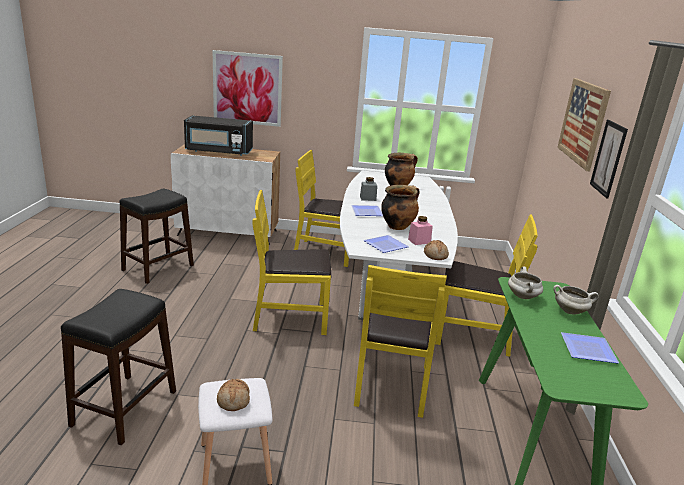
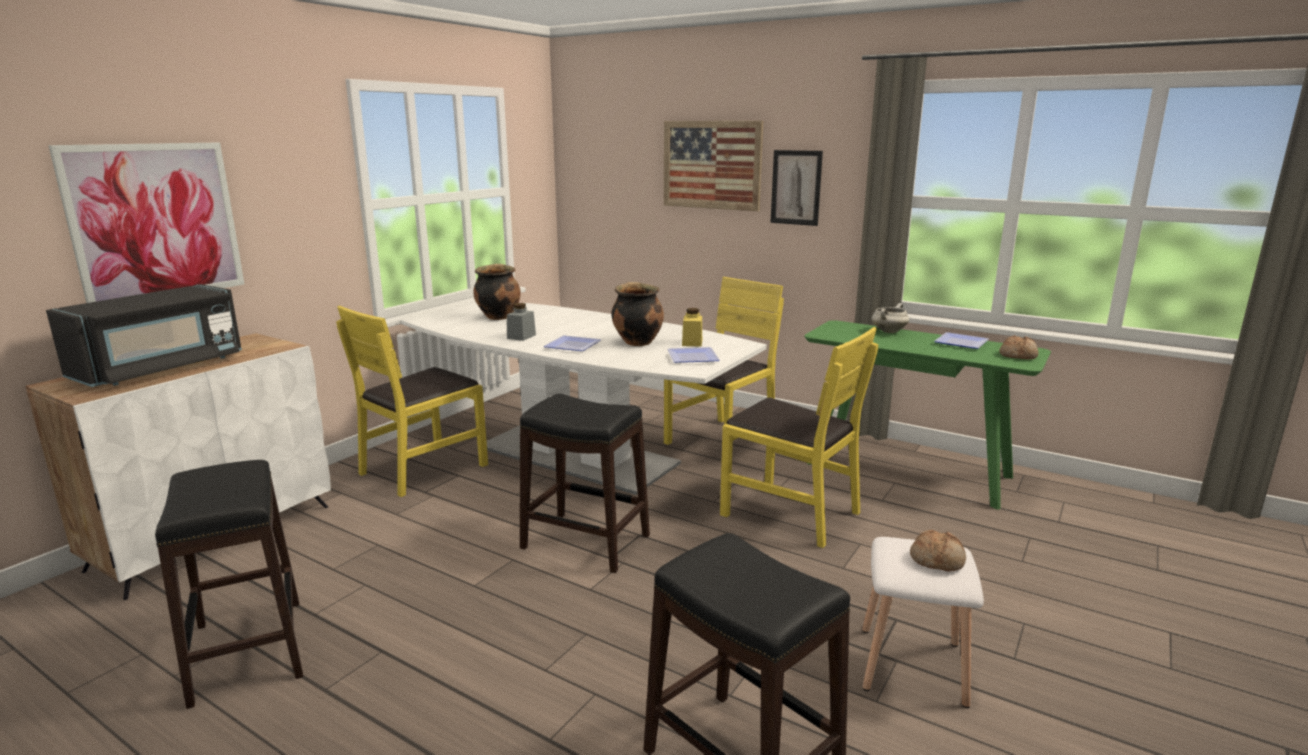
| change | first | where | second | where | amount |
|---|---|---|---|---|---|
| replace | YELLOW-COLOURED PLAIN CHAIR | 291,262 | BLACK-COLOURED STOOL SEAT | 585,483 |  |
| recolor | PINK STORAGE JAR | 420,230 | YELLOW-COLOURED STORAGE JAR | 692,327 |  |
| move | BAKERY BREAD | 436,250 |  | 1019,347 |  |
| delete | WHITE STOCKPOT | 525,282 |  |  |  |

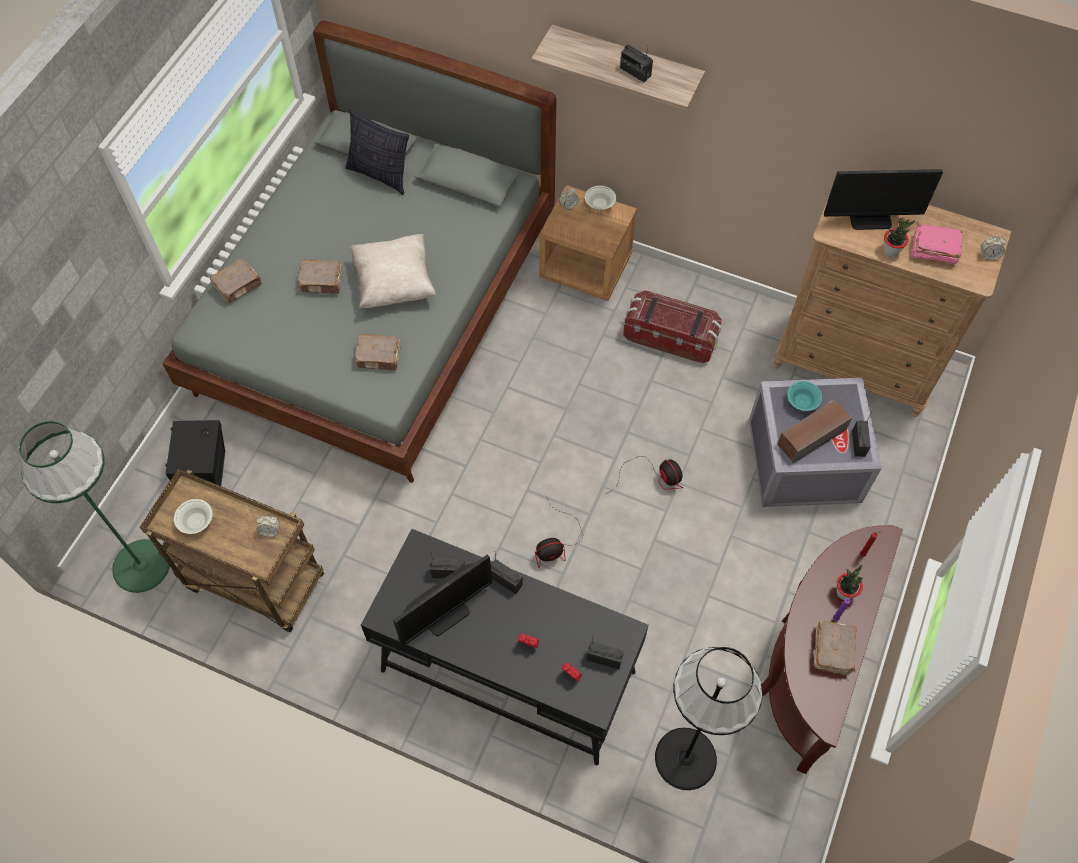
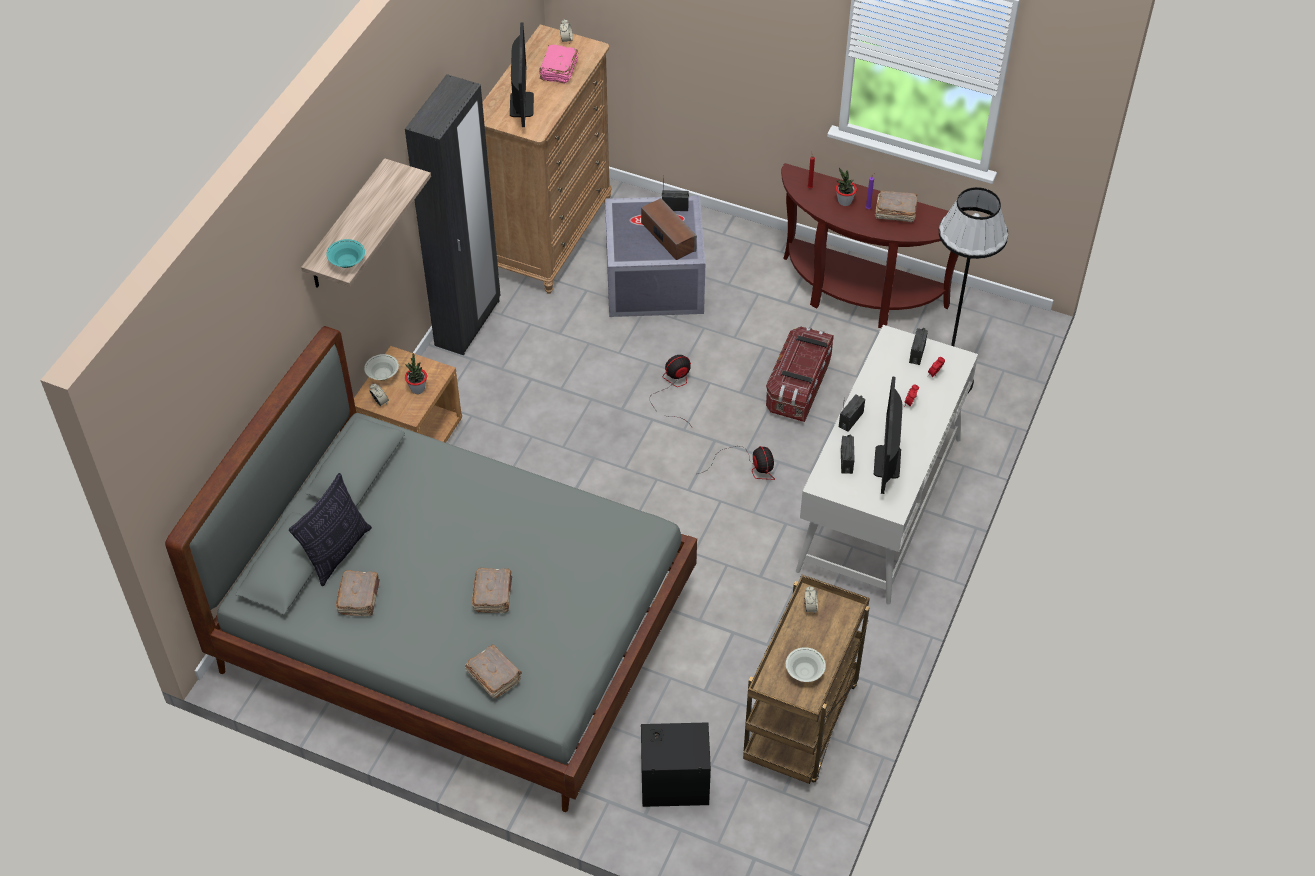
| change | first | where | second | where | amount |
|---|---|---|---|---|---|
| delete | GREEN STANDARD LAMP | 94,507 |  |  |  |
| delete | SAND-COLOURED PILLOW | 392,271 |  |  |  |
| move | BROWN-COLOURED VOLUME | 377,352 |  | 358,593 |  |
| recolor | BLACK-COLOURED DESK | 505,647 | WHITE DESK | 887,465 |  |
| rotate | COMPUTER SCREEN | 442,600 |  | 888,435 | 135 degrees counterclockwise |
| delete | RADIO RECEIVER | 636,63 |  |  |  |
| move | STORAGE BIN | 672,327 |  | 800,374 |  |
| move | TURQUOISE-COLOURED DEEP DISH | 804,396 |  | 345,253 |  |
| move | POTTED PLANT | 899,237 |  | 416,373 |  |
| insert |  |  | BLACK-COLOURED WARDROBE | 452,214 |  |

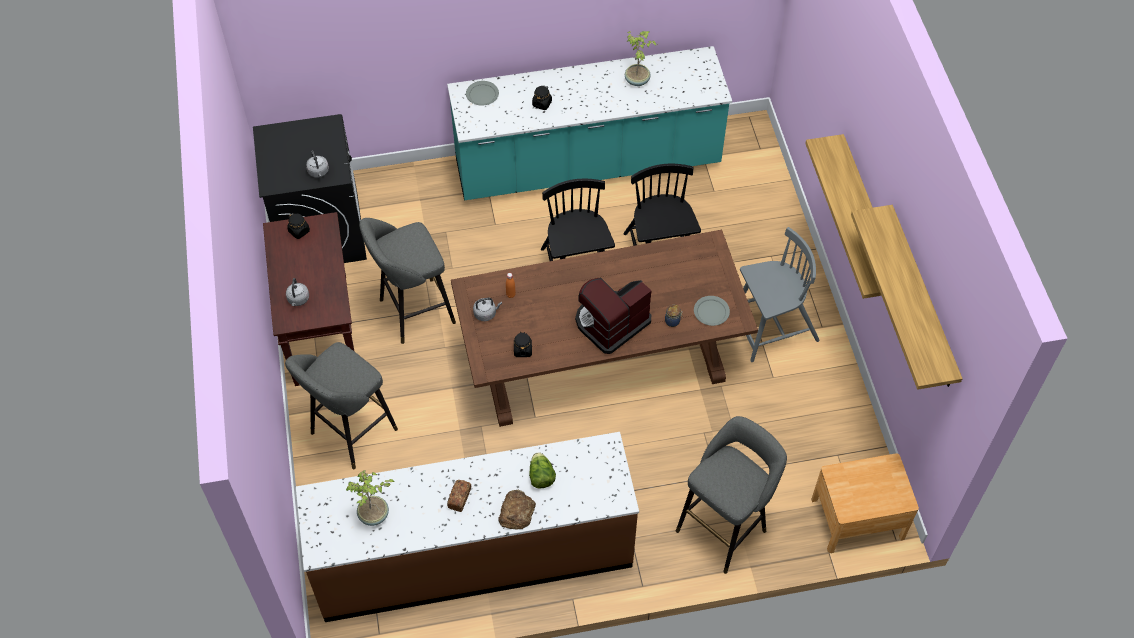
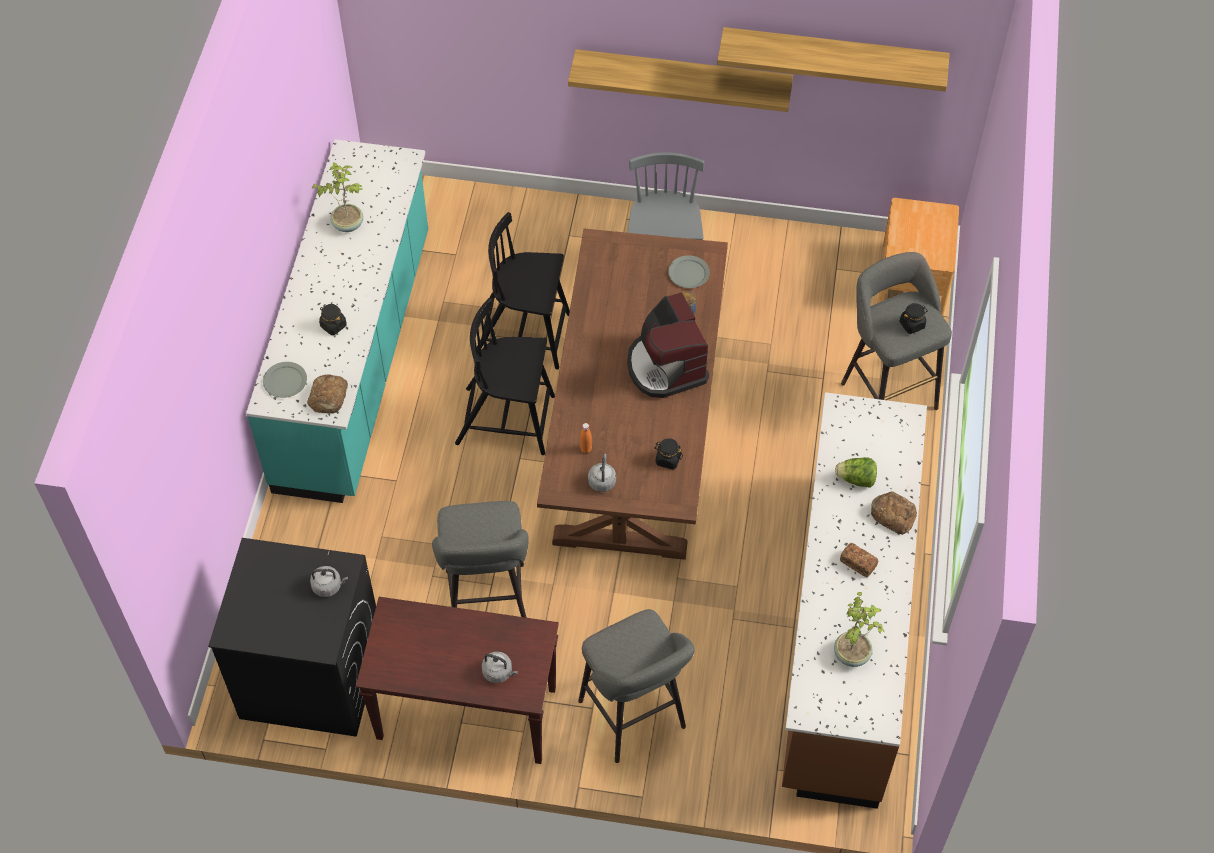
| change | first | where | second | where | amount |
|---|---|---|---|---|---|
| move | BLACK-COLOURED STORAGE JAR | 298,226 |  | 913,318 |  |
| insert |  |  | BAKERY BREAD | 327,394 |  |

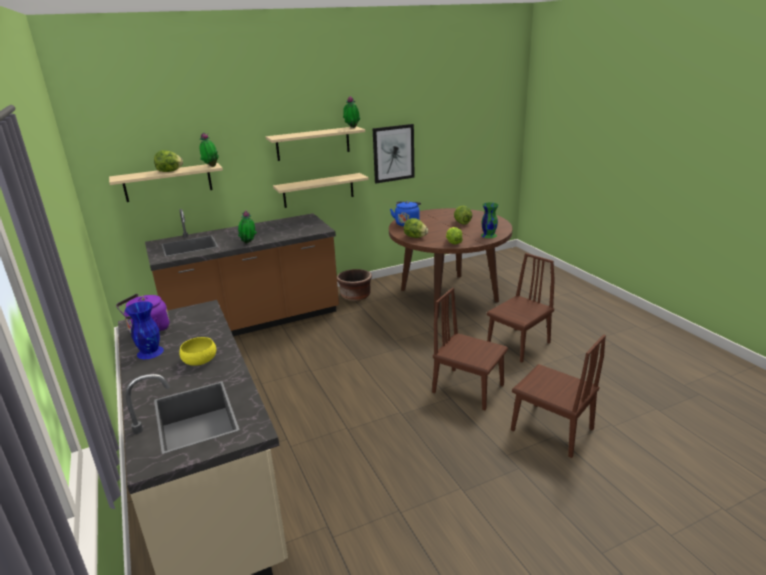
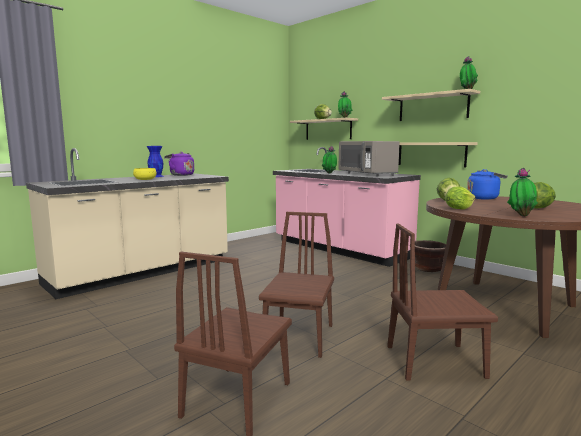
| change | first | where | second | where | amount |
|---|---|---|---|---|---|
| recolor | BROWN-COLOURED KITCHEN BASE UNIT | 242,272 | PINK KITCHEN BASE UNIT | 347,207 |  |
| delete | WALL ART | 394,153 |  |  |  |
| replace | GREEN VASE | 490,220 | POTTED PLANT | 522,192 |  |
| rotate | BROWN-COLOURED PLAIN CHAIR | 521,308 |  | 442,302 | 150 degrees clockwise |
| insert |  |  | GRAY KITCHEN MICROWAVE | 369,159 |  |

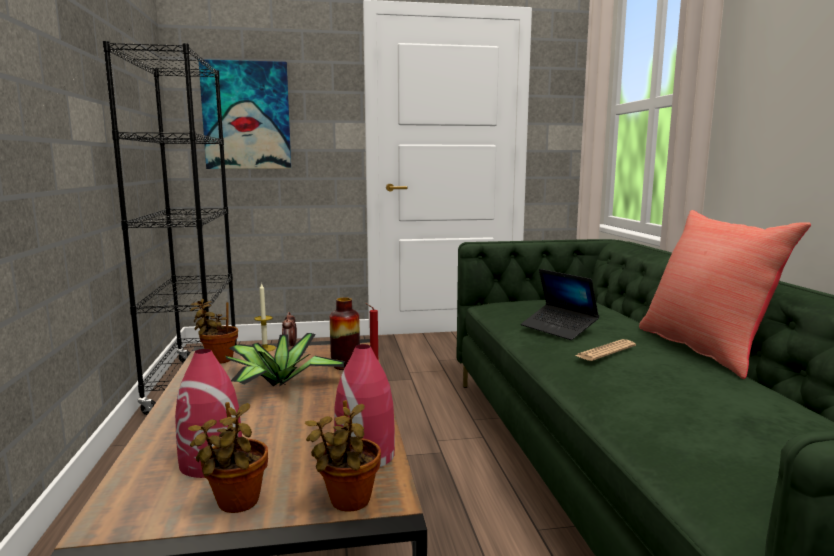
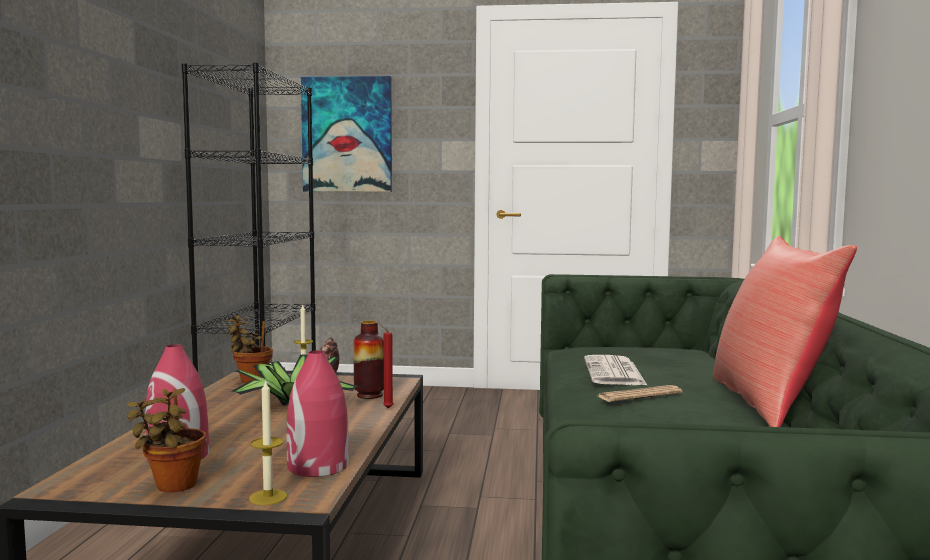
| change | first | where | second | where | amount |
|---|---|---|---|---|---|
| replace | POTTED PLANT | 343,456 | CANDLE | 268,442 |  |
| replace | LAPTOP | 560,304 | NEWSPAPER | 616,370 |  |

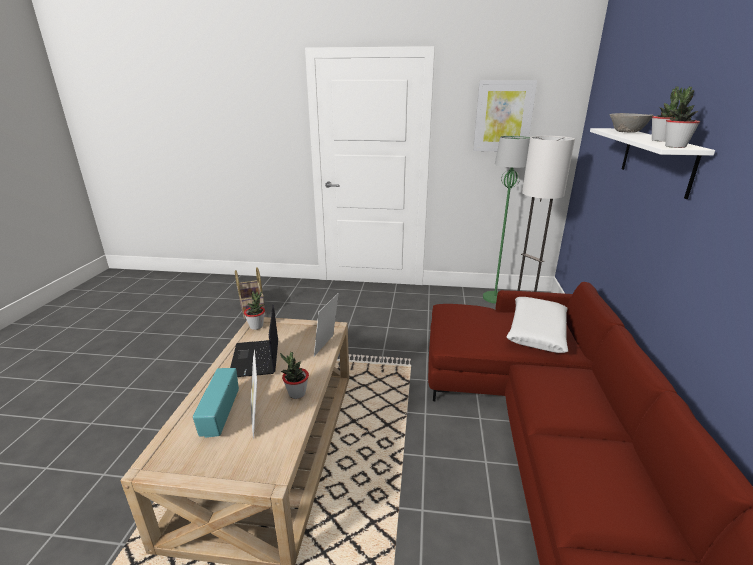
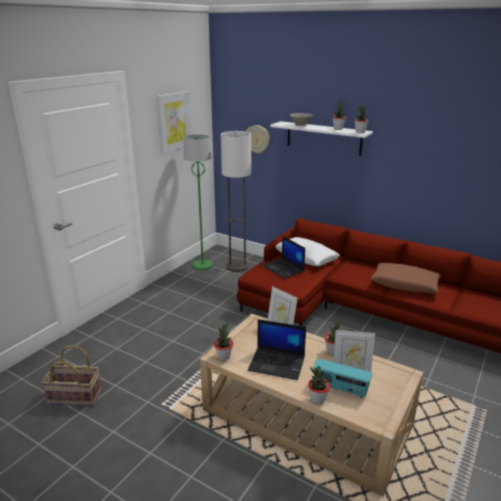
| change | first | where | second | where | amount |
|---|---|---|---|---|---|
| insert |  |  | HANGING CLOCK | 258,139 |  |
| insert |  |  | LAPTOP | 283,257 |  |
| insert |  |  | POTTED PLANT | 319,385 |  |
| insert |  |  | BROWN-COLOURED PILLOW | 406,278 |  |

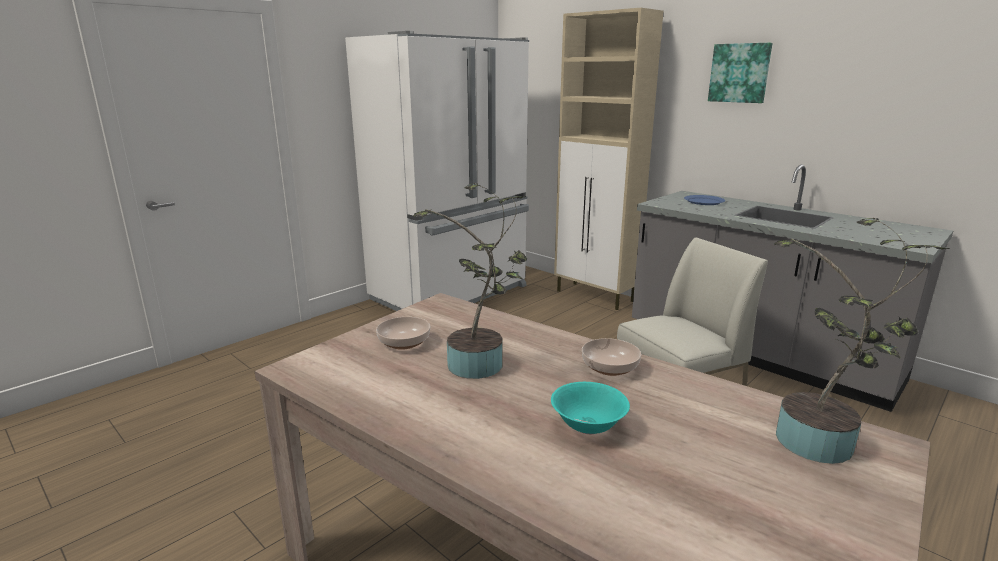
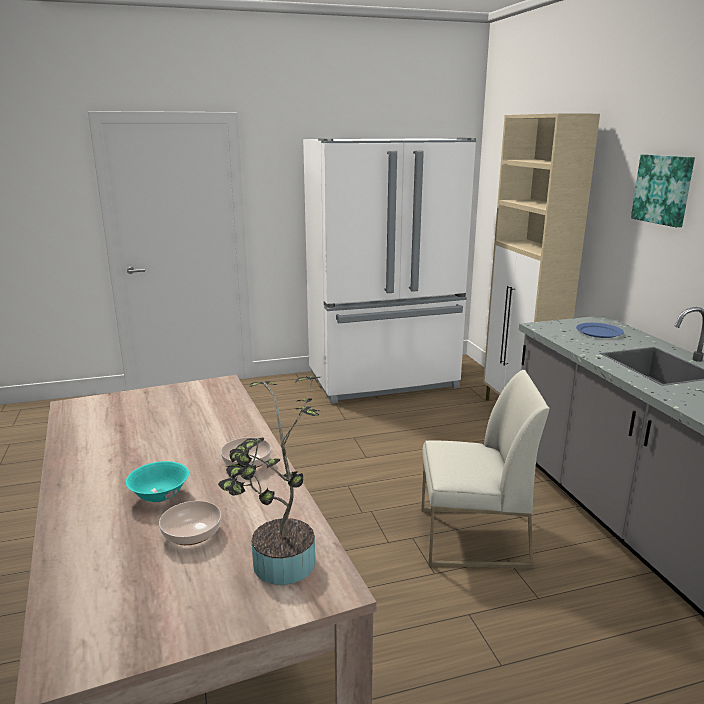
| change | first | where | second | where | amount |
|---|---|---|---|---|---|
| move | DEEP DISH | 403,333 |  | 190,523 |  |
| delete | POTTED PLANT | 470,281 |  |  |  |

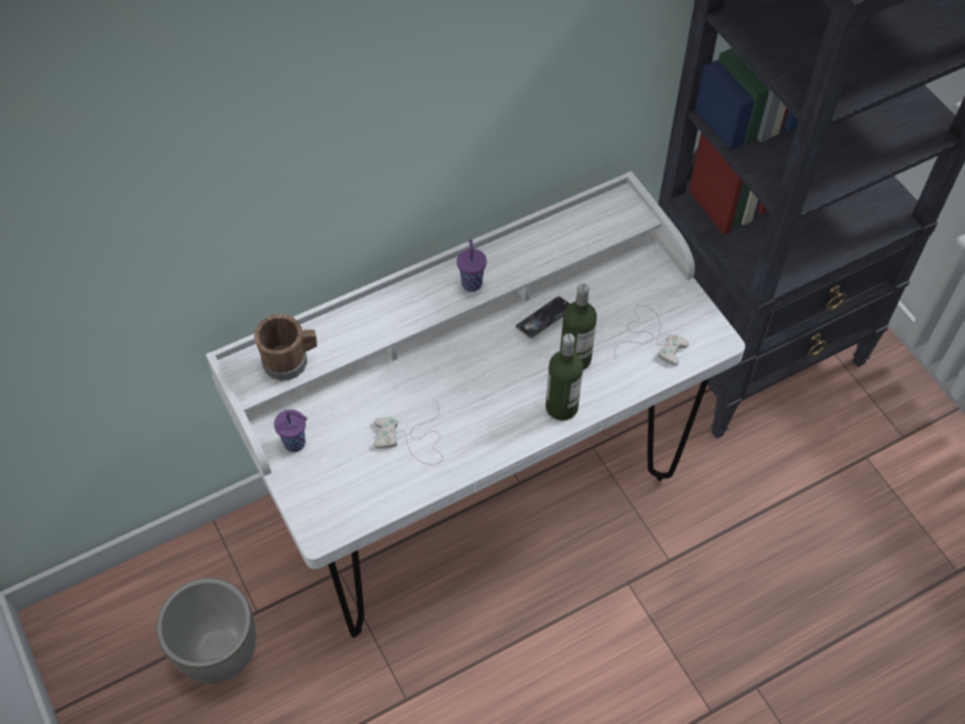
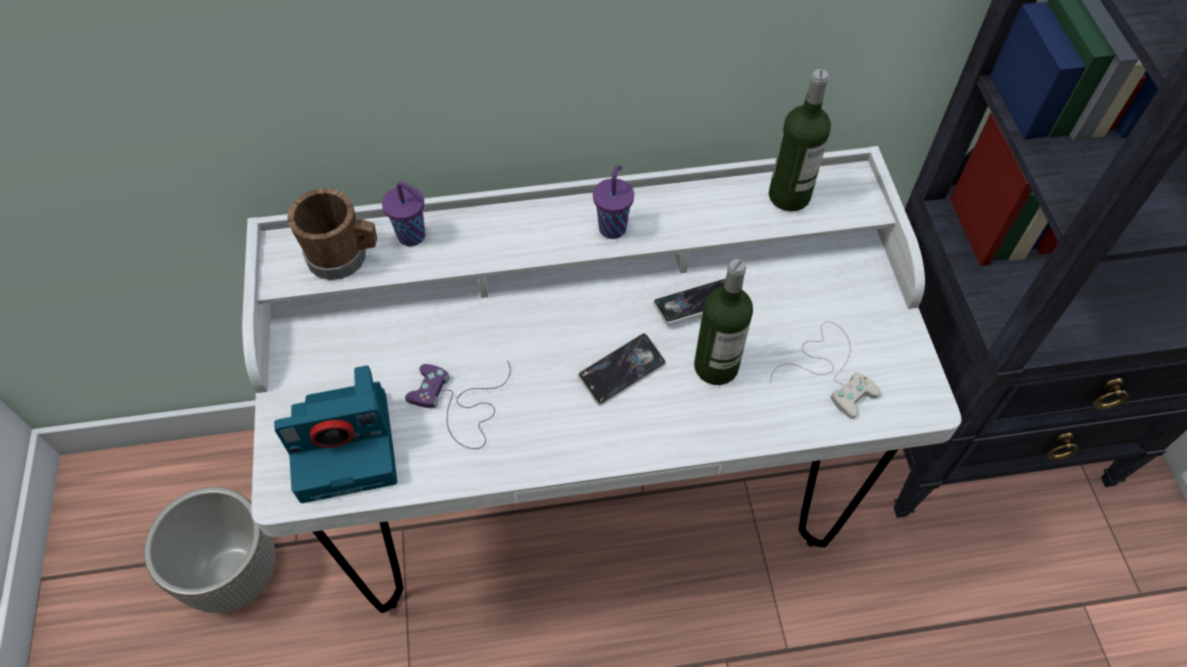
| change | first | where | second | where | amount |
|---|---|---|---|---|---|
| move | PURPLE SMALL CUP | 290,431 |  | 403,214 |  |
| recolor | WHITE JOYPAD | 408,432 | PURPLE JOYPAD | 458,404 |  |
| move | DRINK BOTTLE | 564,377 |  | 800,140 |  |
| insert |  |  | STILL CAMERA | 335,434 |  |
| insert |  |  | TELEPHONE | 622,369 |  |

